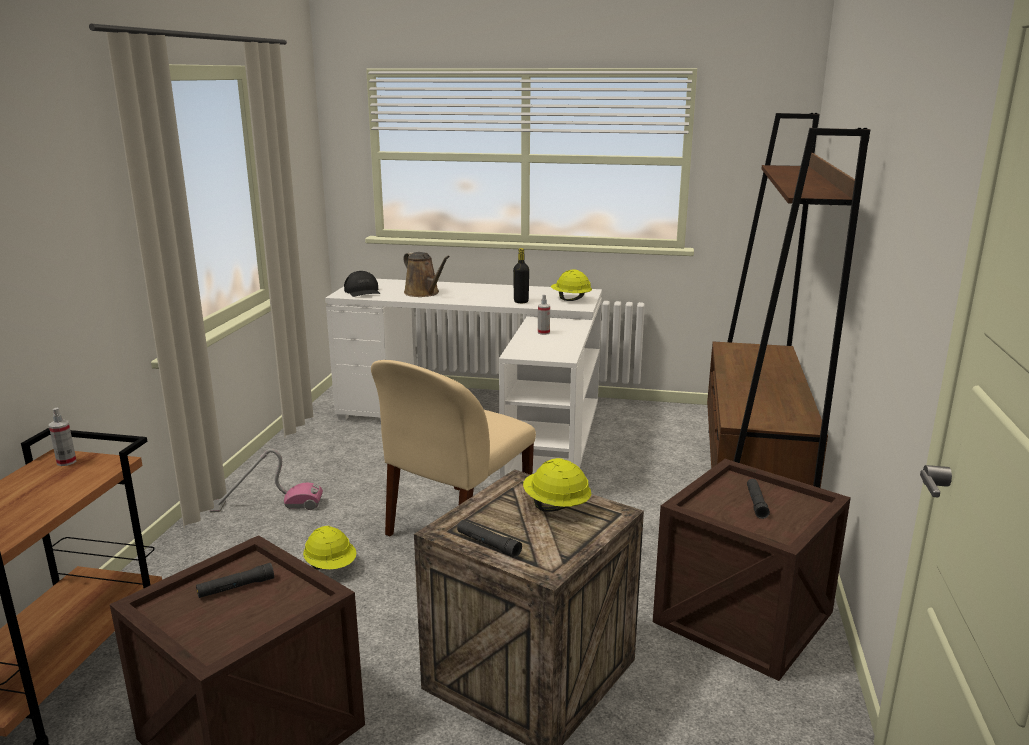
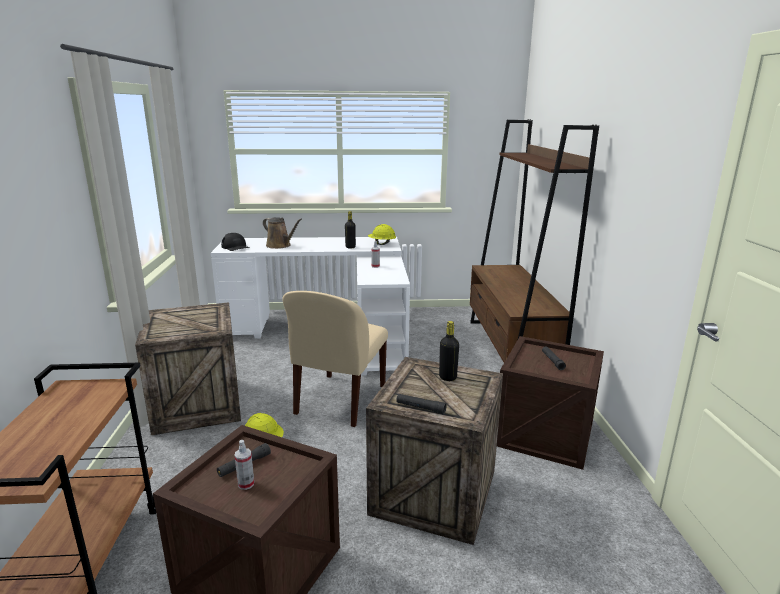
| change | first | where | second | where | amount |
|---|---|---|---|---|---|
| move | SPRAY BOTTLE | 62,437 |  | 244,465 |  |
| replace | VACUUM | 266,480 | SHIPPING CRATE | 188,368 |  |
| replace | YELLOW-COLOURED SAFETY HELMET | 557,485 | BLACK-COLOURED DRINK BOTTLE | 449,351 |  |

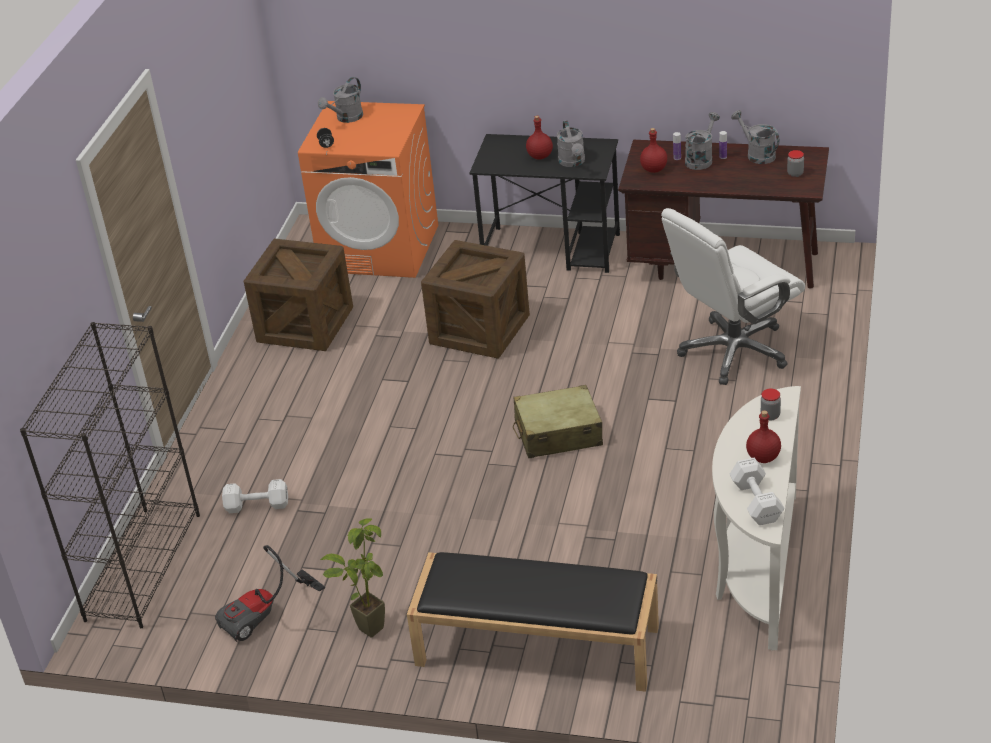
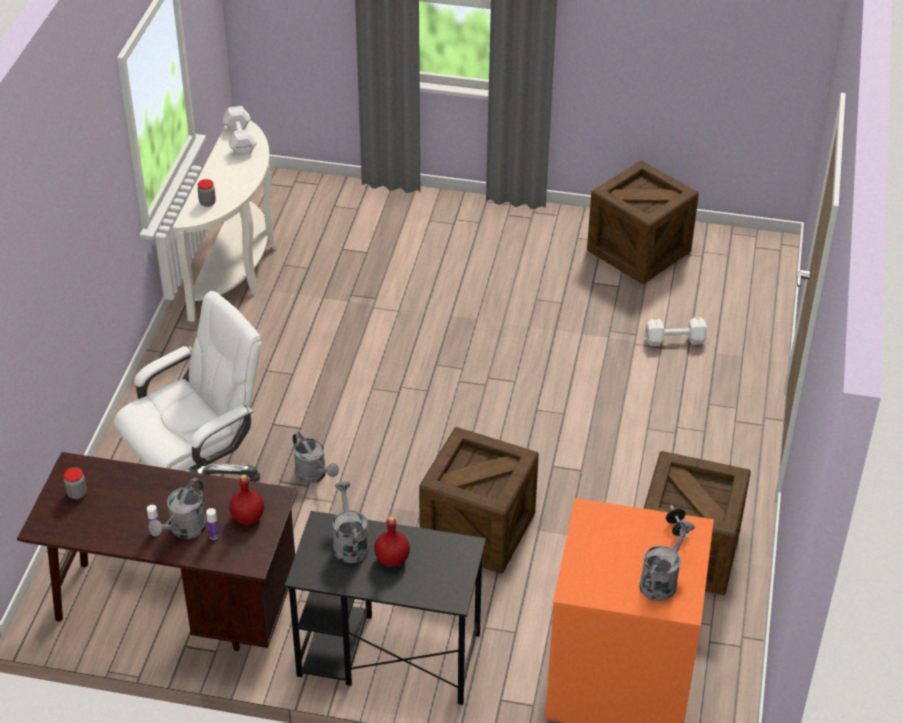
| change | first | where | second | where | amount |
|---|---|---|---|---|---|
| delete | BLACK-COLOURED SHELVING UNIT | 110,475 |  |  |  |
| replace | VACUUM | 270,593 | SHIPPING CRATE | 643,222 |  |
| delete | POTTED PLANT | 352,578 |  |  |  |
| delete | BLACK-COLOURED LONG SEAT | 533,622 |  |  |  |
| delete | SAND-COLOURED SUITCASE | 558,421 |  |  |  |
| move | GRAY WATERING CAN | 755,137 |  | 316,457 |  |
| delete | REDDISH DRINK BOTTLE | 763,436 |  |  |  |

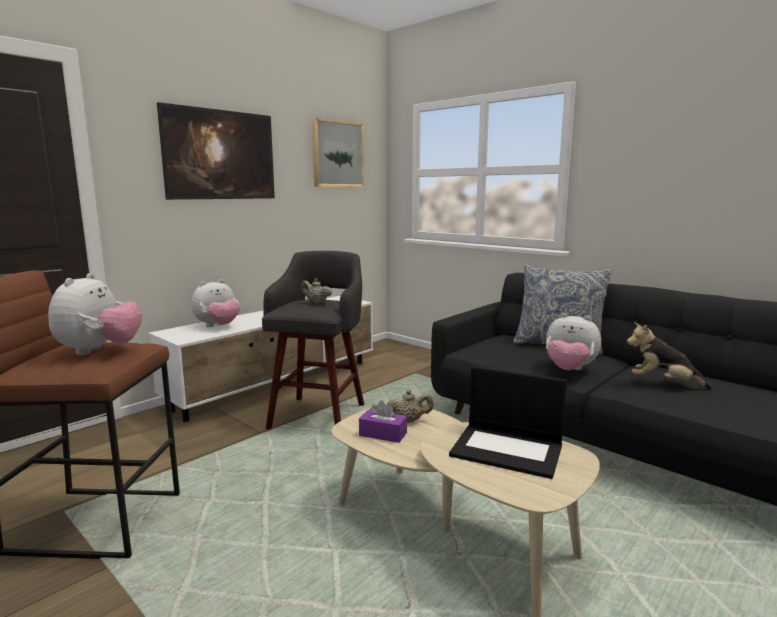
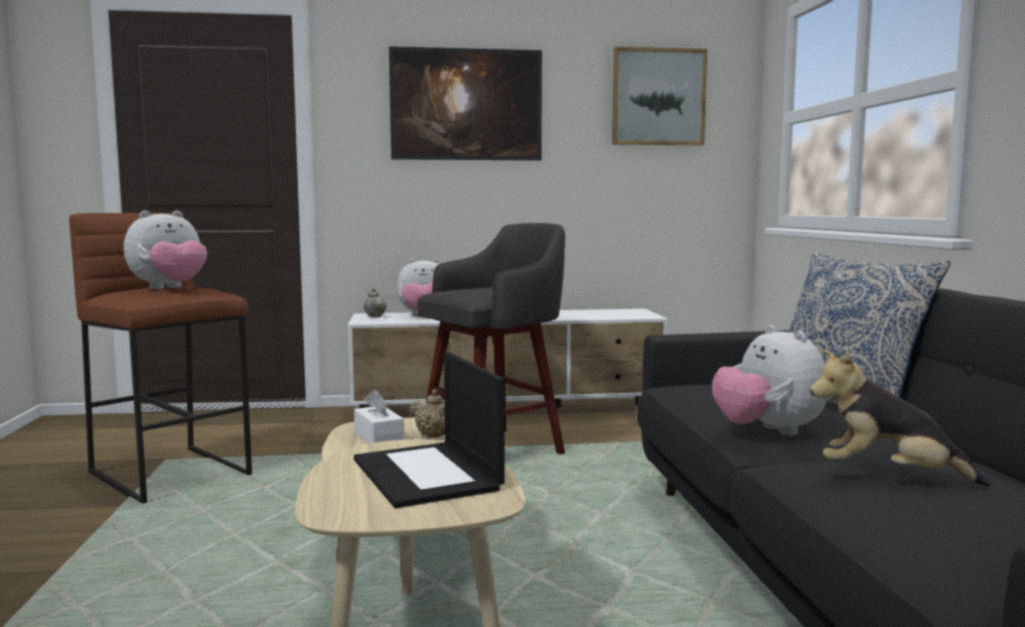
| change | first | where | second | where | amount |
|---|---|---|---|---|---|
| move | SAND-COLOURED POT FOR TEA | 316,291 |  | 375,302 |  |
| recolor | PURPLE TISSUE HOLDER | 383,421 | WHITE TISSUE HOLDER | 379,416 |  |
| rotate | CUDDLY TOY | 670,355 |  | 900,418 | 45 degrees counterclockwise |

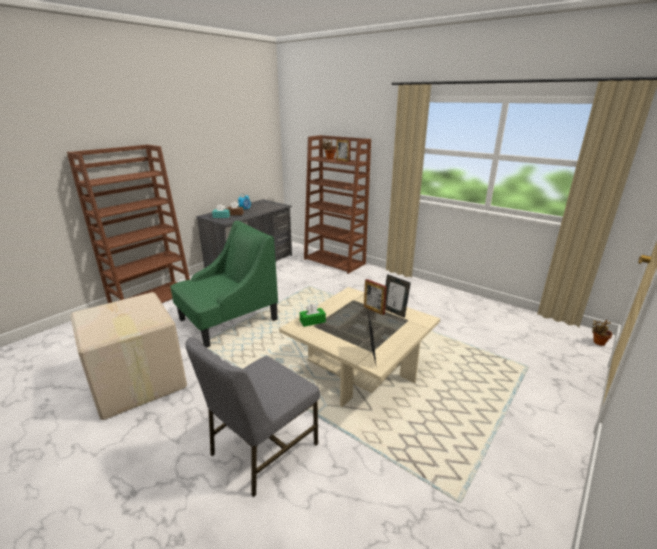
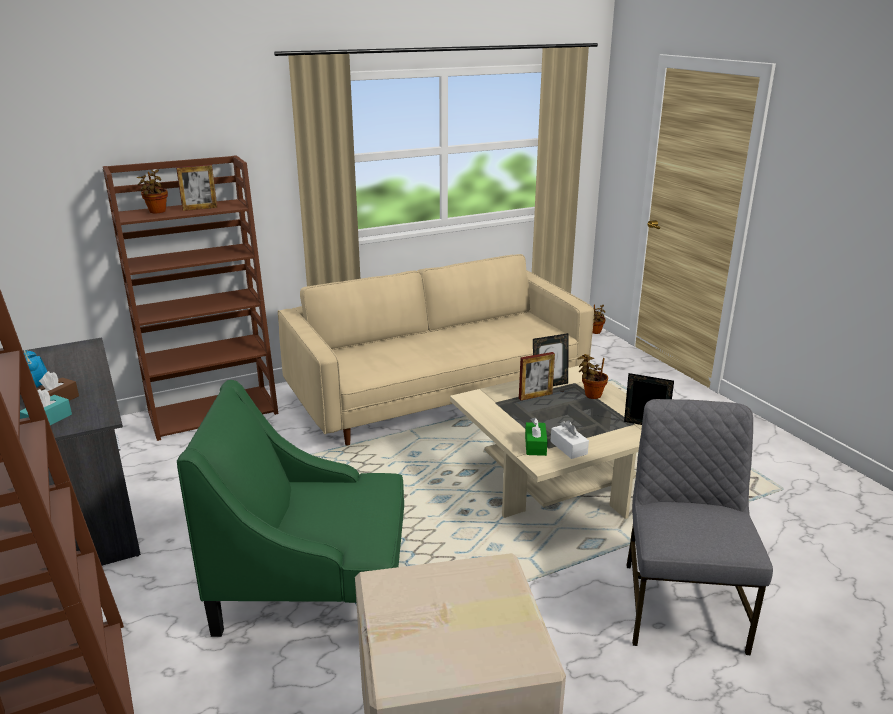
| change | first | where | second | where | amount |
|---|---|---|---|---|---|
| rotate | GREEN LOUNGE CHAIR | 224,284 |  | 290,508 | 75 degrees counterclockwise |
| rotate | GRAY PLAIN CHAIR | 252,417 |  | 700,527 | 150 degrees counterclockwise |
| insert |  |  | SAND-COLOURED SETTEE | 436,349 |  |
| insert |  |  | WHITE TISSUE HOLDER | 569,439 |  |
| insert |  |  | POTTED PLANT | 593,376 |  |

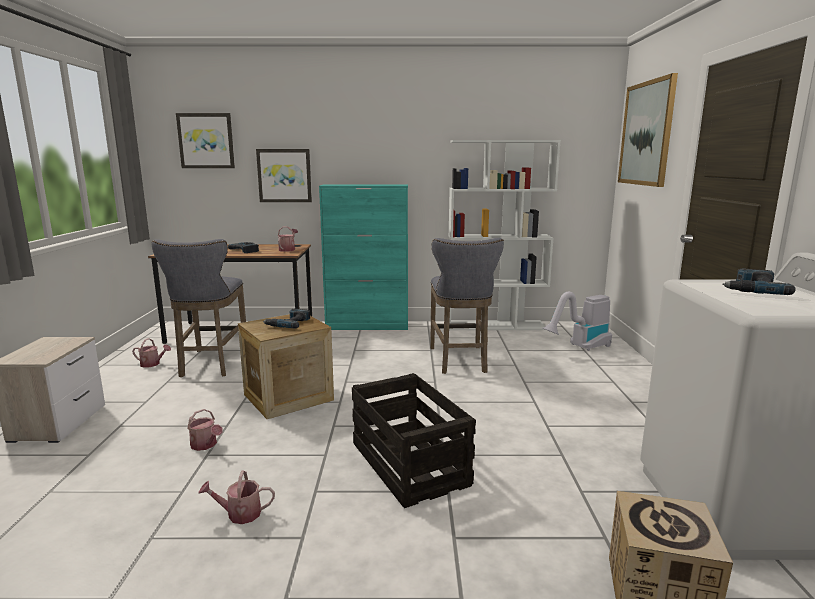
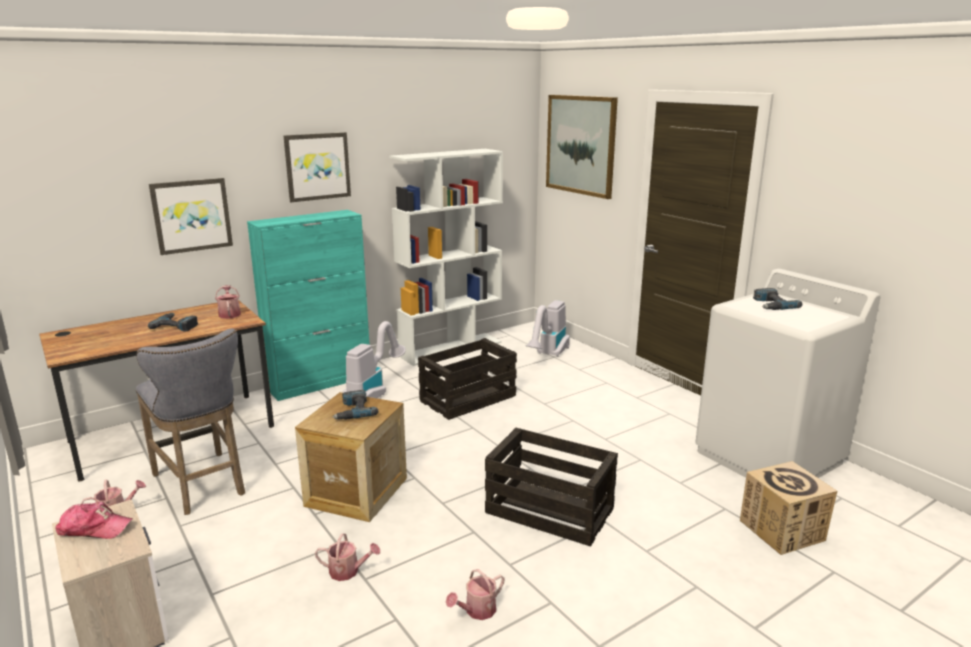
| change | first | where | second | where | amount |
|---|---|---|---|---|---|
| move | WALL ART | 205,140 |  | 317,167 |  |
| replace | GRAY STOOL SEAT | 467,306 | SHIPPING CRATE | 467,379 |  |
| insert |  |  | BASEBALL CAP | 94,520 |  |
| insert |  |  | VACUUM | 374,359 |  |

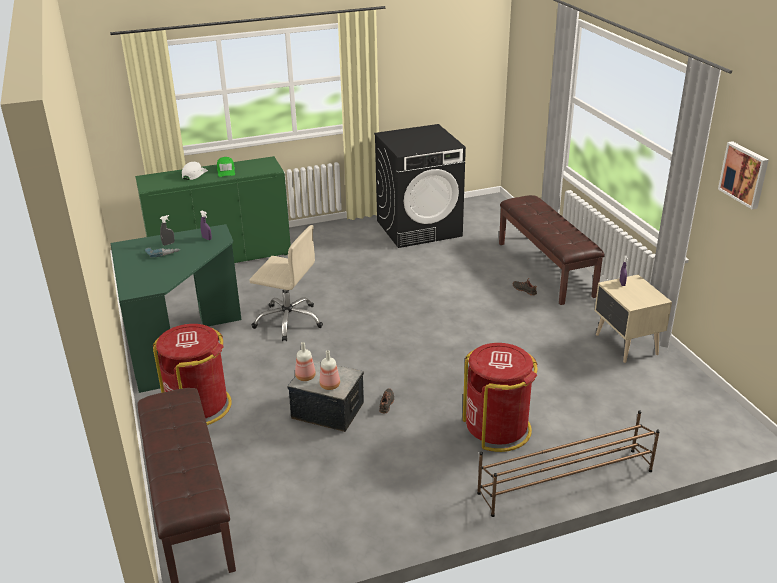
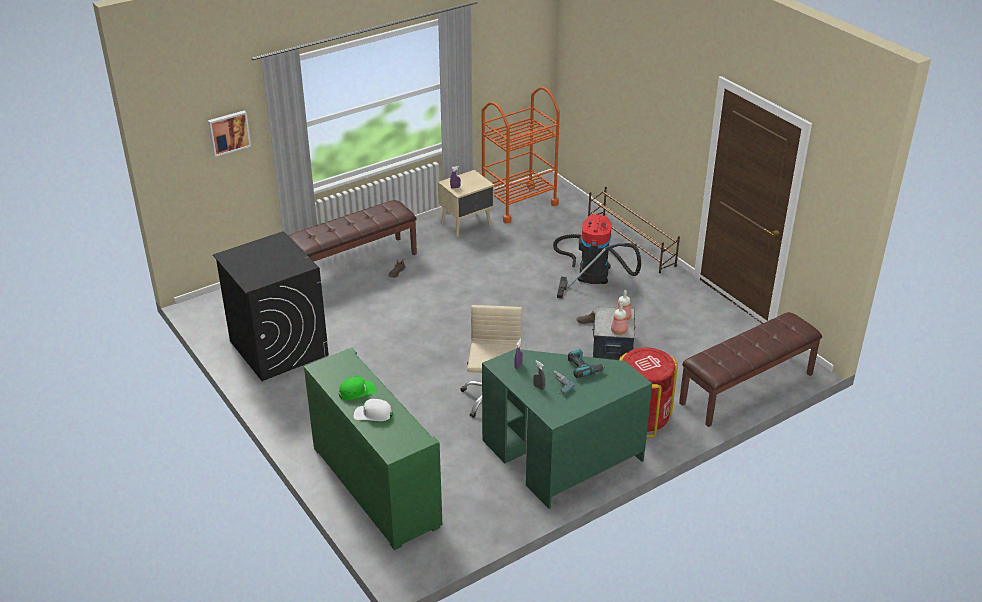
| change | first | where | second | where | amount |
|---|---|---|---|---|---|
| replace | REDDISH TRASH CAN | 500,397 | VACUUM | 597,256 |  |
| move | WALL ART | 743,175 |  | 229,133 |  |
| insert |  |  | ORANGE-COLOURED WHEELED CART | 521,155 |  |
| insert |  |  | DRILL | 587,363 |  |

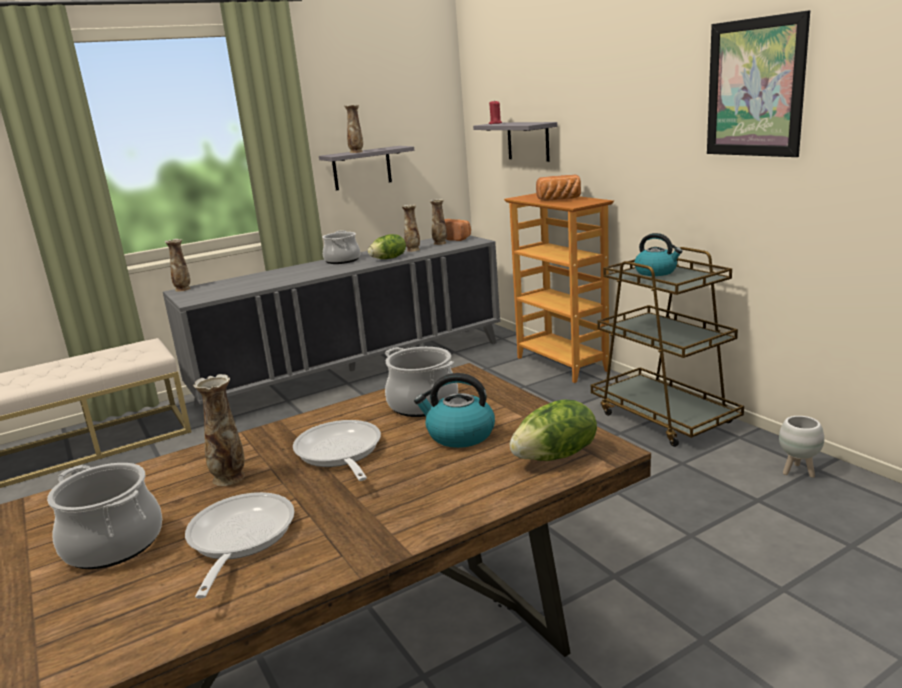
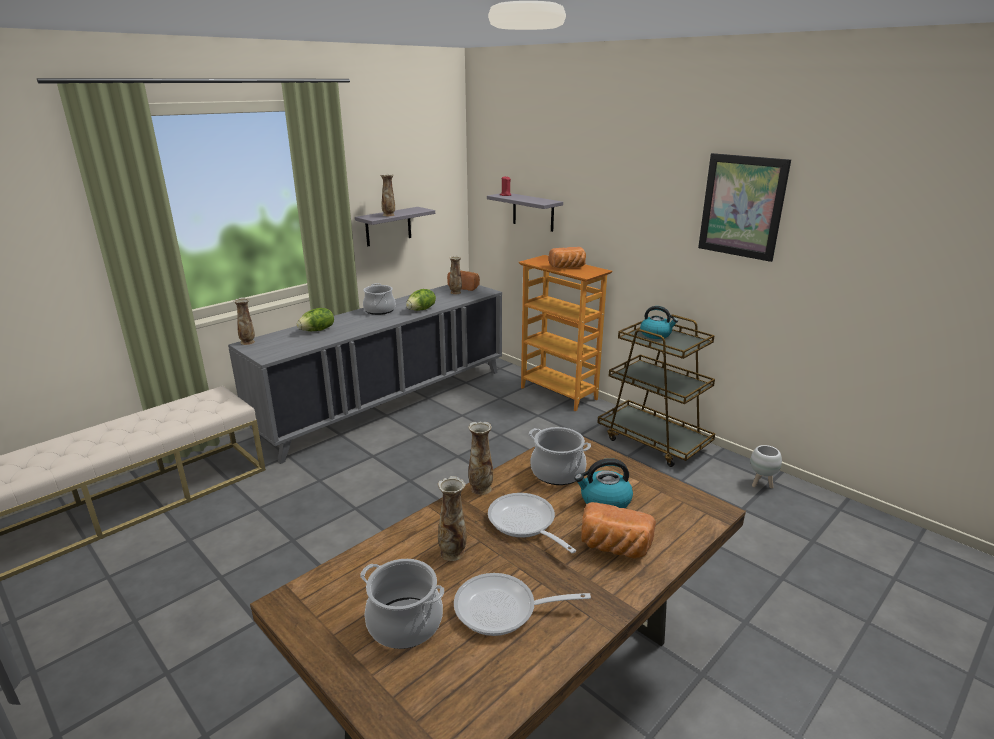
| change | first | where | second | where | amount |
|---|---|---|---|---|---|
| rotate | SKILLET | 240,545 |  | 522,604 | 75 degrees counterclockwise |
| move | VASE | 411,228 |  | 480,458 |  |
| move | LETTUCE | 553,430 |  | 315,319 |  |
| insert |  |  | BAKERY BREAD | 618,530 |  |

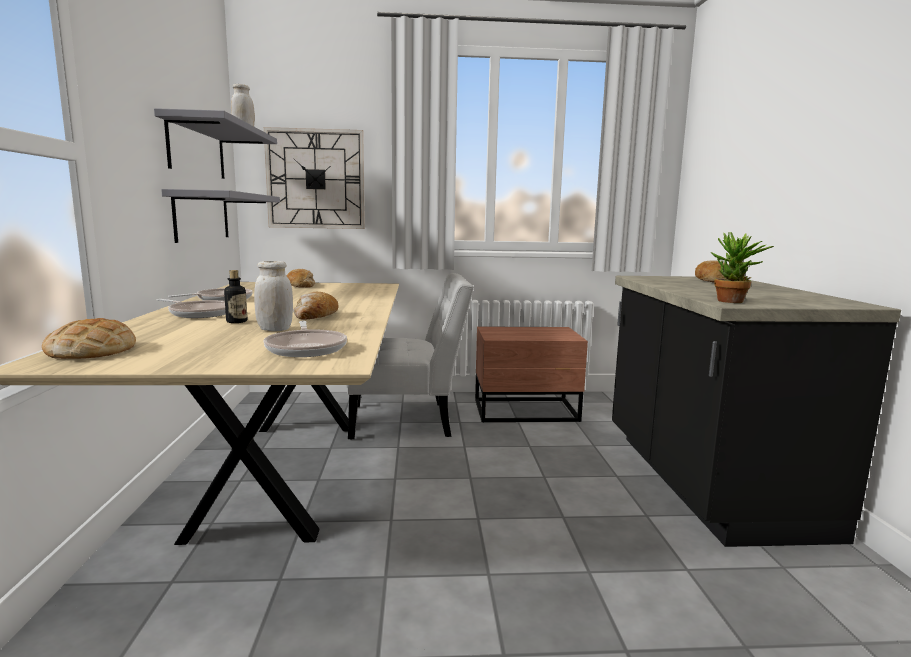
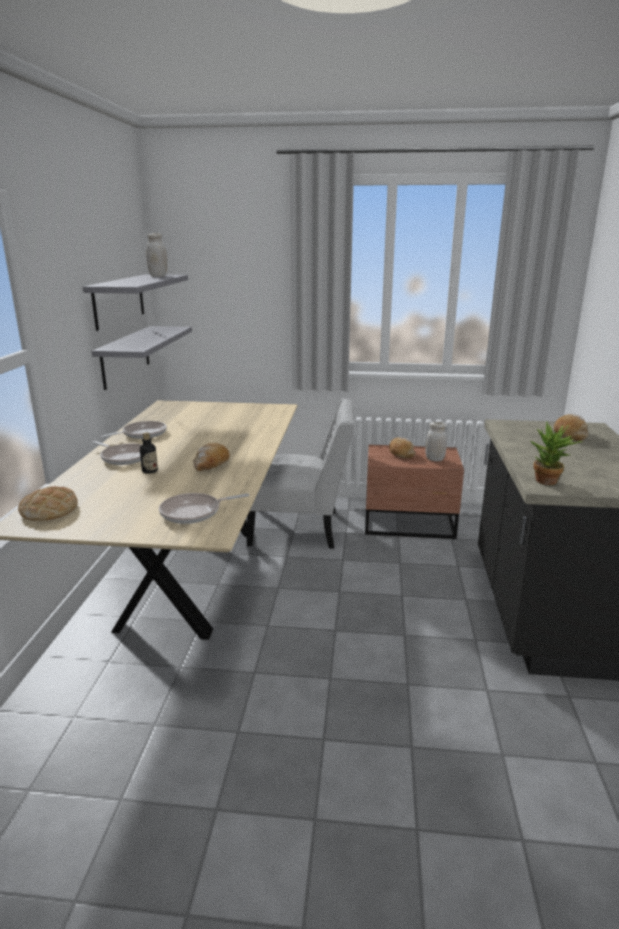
| change | first | where | second | where | amount |
|---|---|---|---|---|---|
| move | WHITE STORAGE JAR | 273,296 |  | 436,441 |  |
| rotate | SKILLET | 305,339 |  | 204,508 | 75 degrees clockwise |
| delete | HANGING CLOCK | 314,178 |  |  |  |
| move | BAKERY BREAD | 301,278 |  | 402,448 |  |

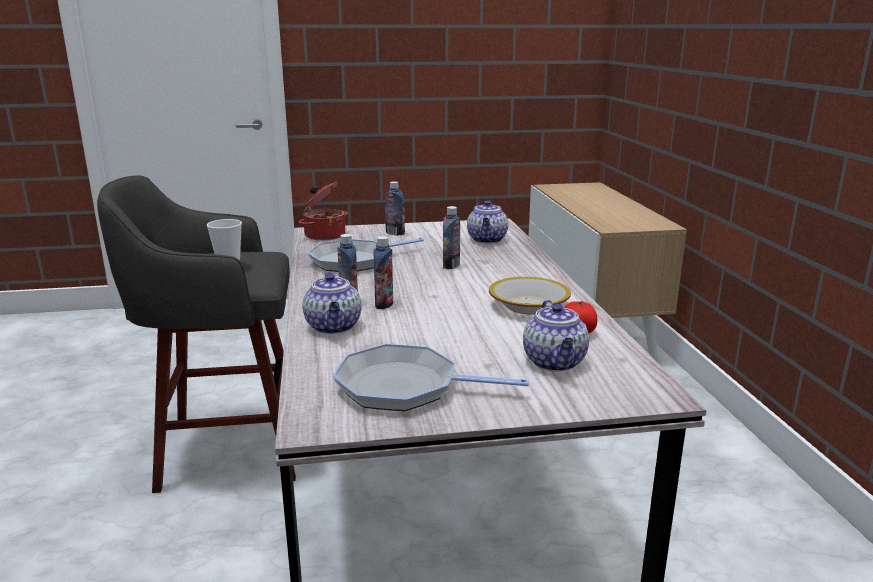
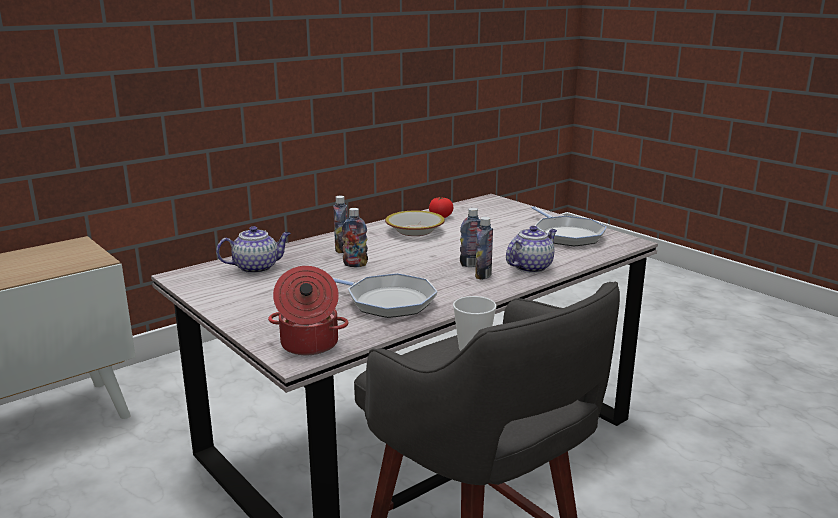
| change | first | where | second | where | amount |
|---|---|---|---|---|---|
| move | DRINK BOTTLE | 395,208 |  | 340,224 |  |
| delete | POT FOR TEA | 556,336 |  |  |  |

